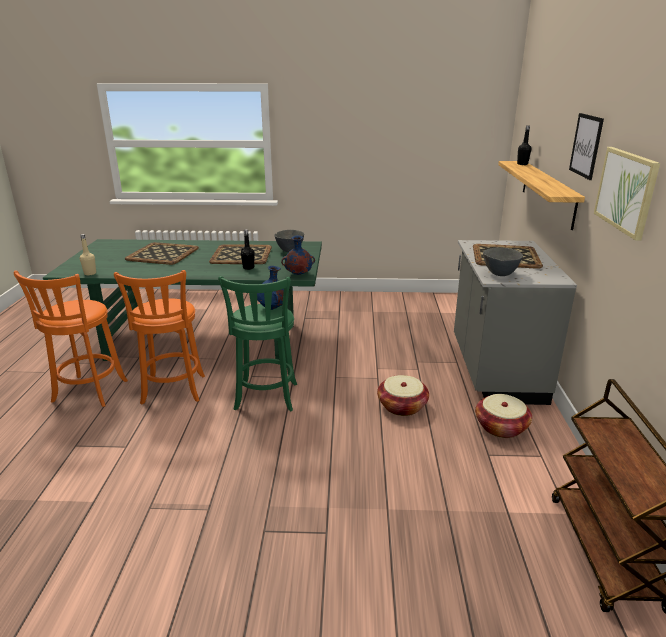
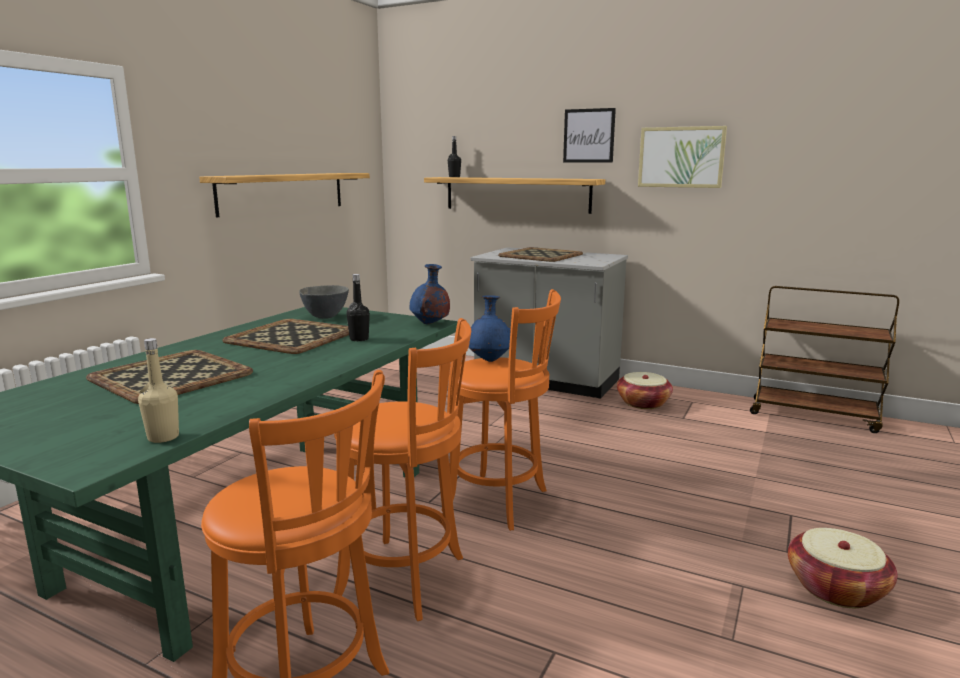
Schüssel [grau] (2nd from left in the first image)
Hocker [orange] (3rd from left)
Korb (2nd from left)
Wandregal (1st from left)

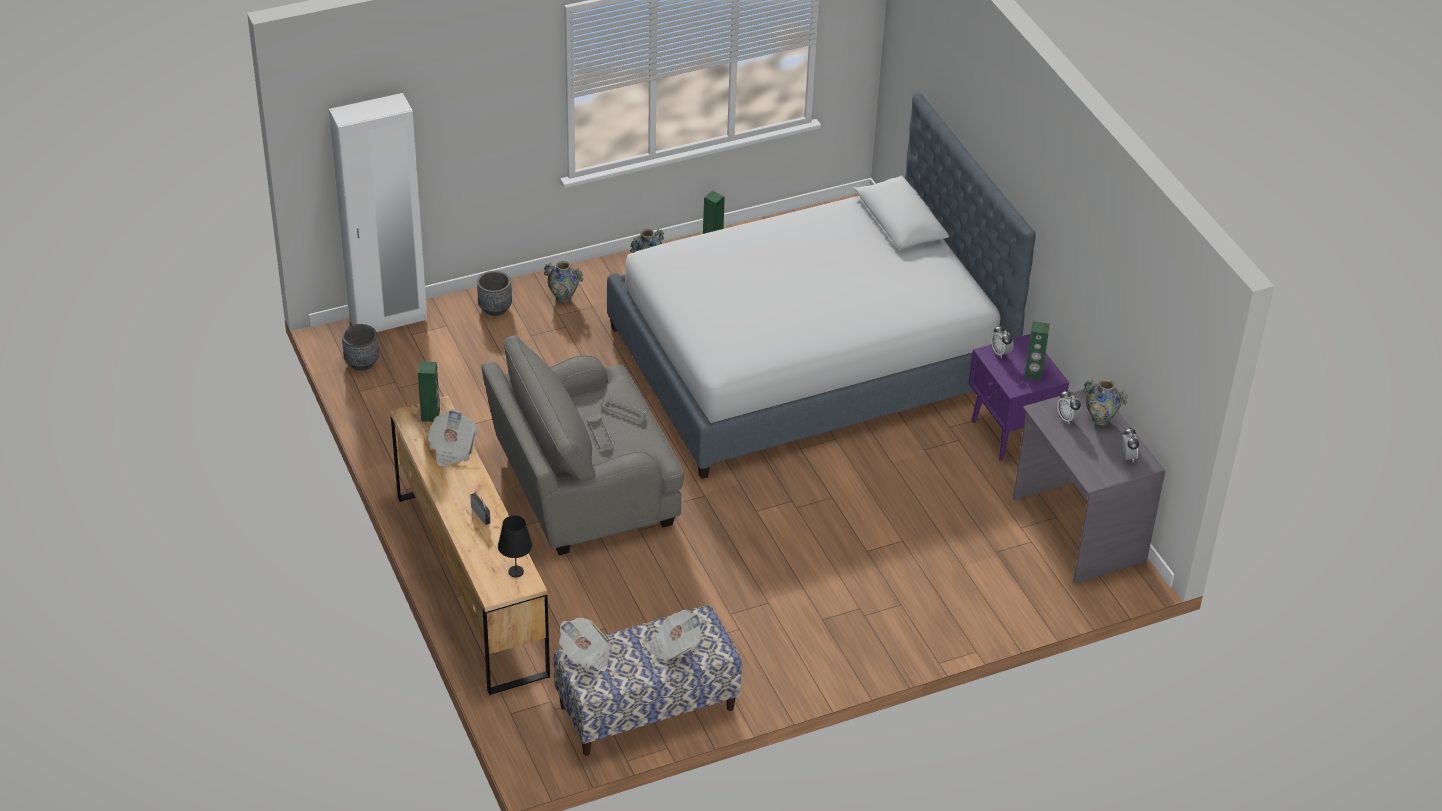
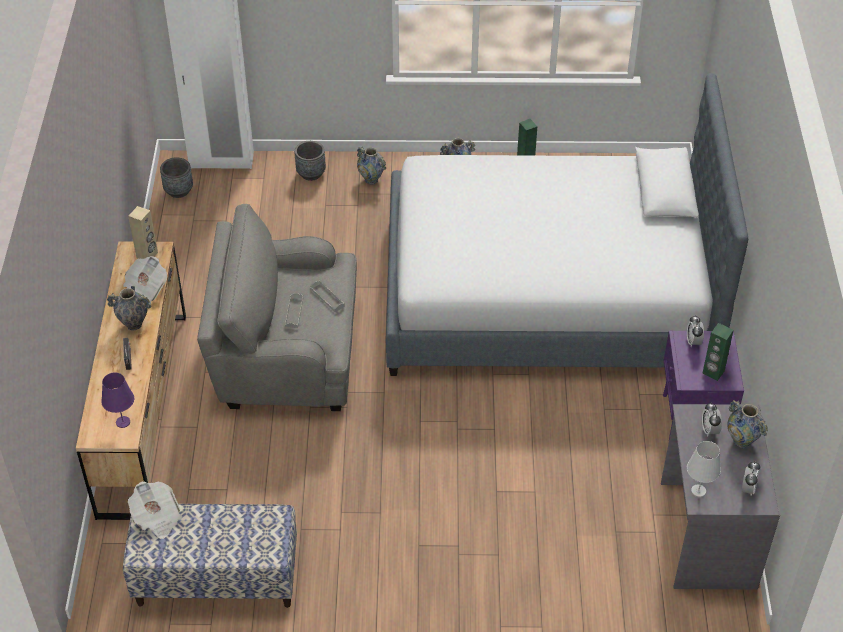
Lautsprecher [beige]
Tischlampe [lila]
Zeitung (3rd from left in the first image)
Vase (1st from left)
Tischlampe [weiß]

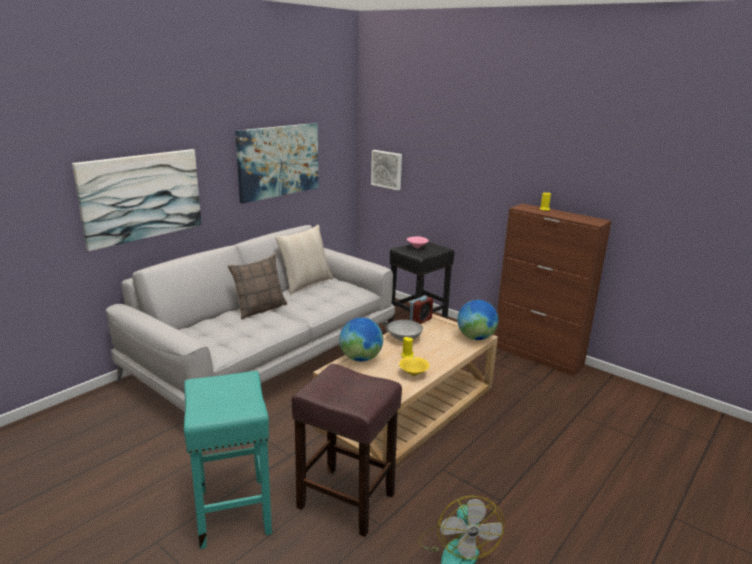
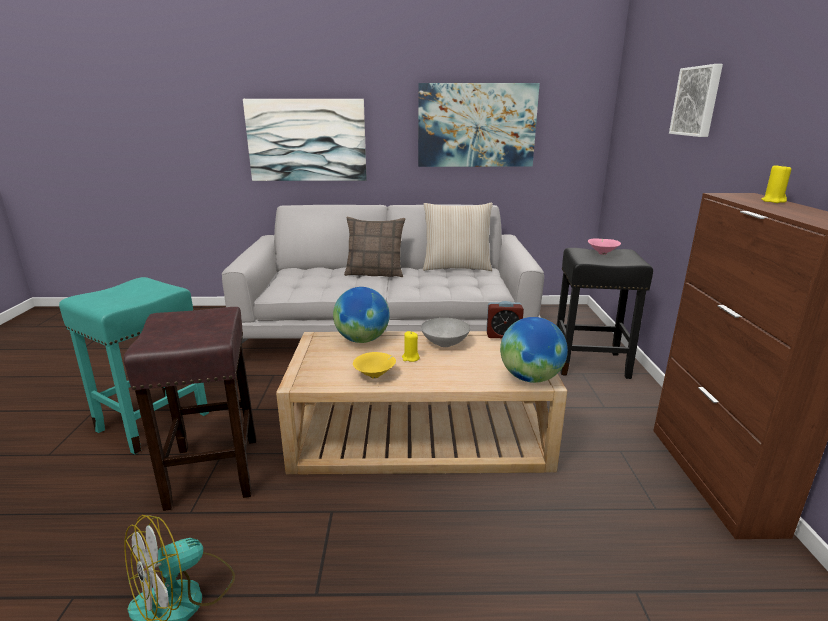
Bild (3rd from left)

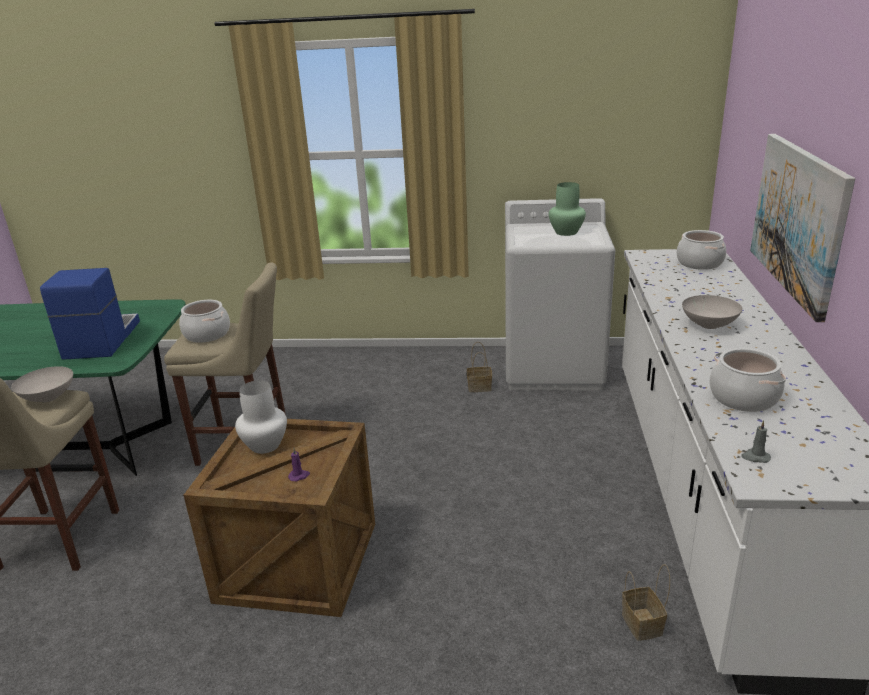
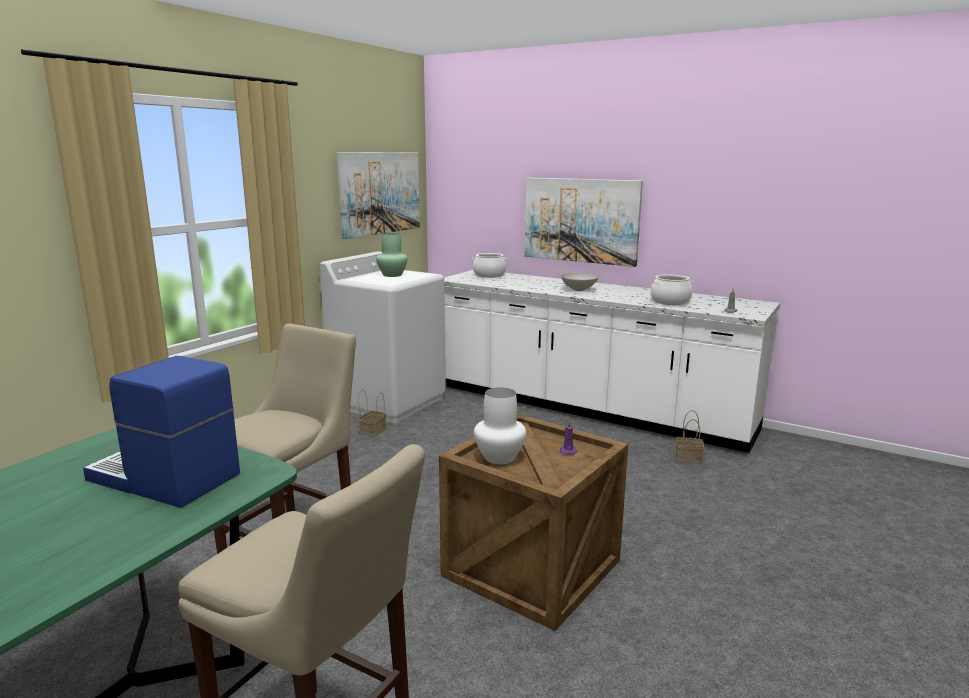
Kochtopf (1st from left in the first image)
Schüssel [weiß] (1st from left in the first image)
Bild (1st from left)

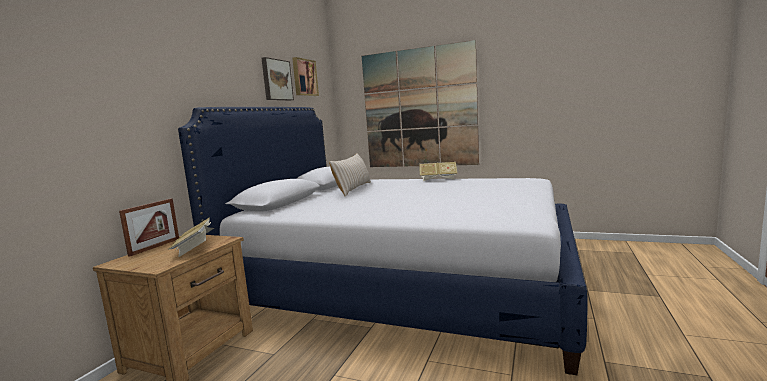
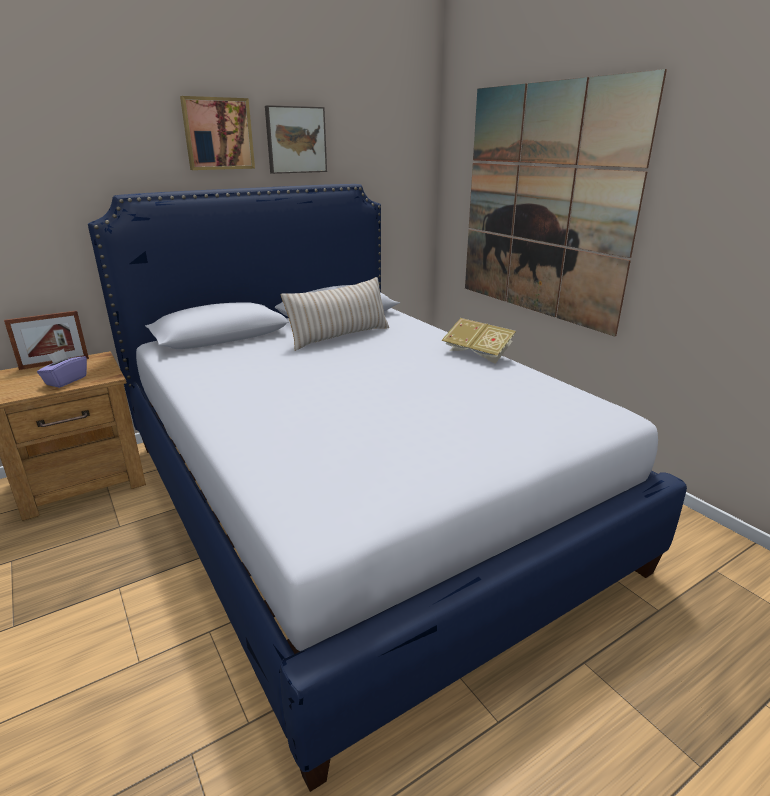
Bild (1st from left)
Taschentuchbox [lila]

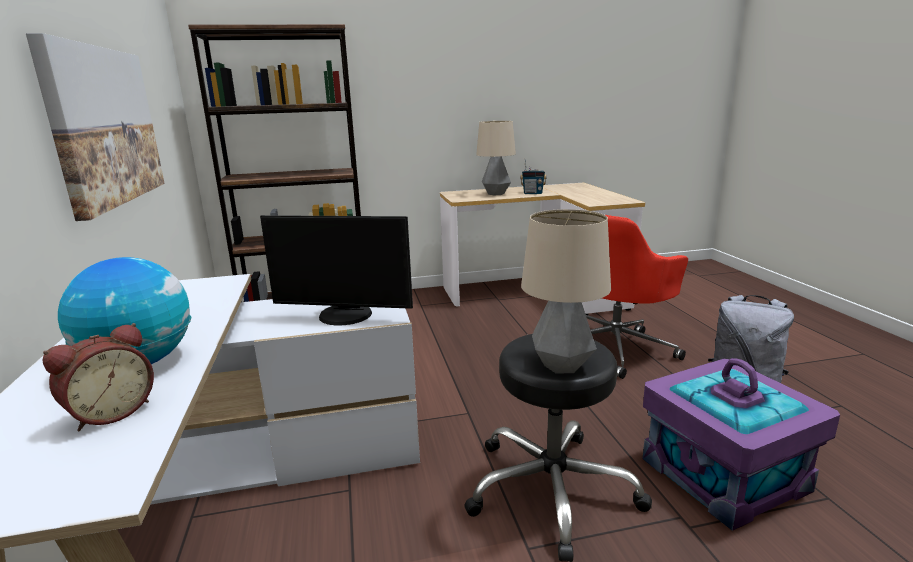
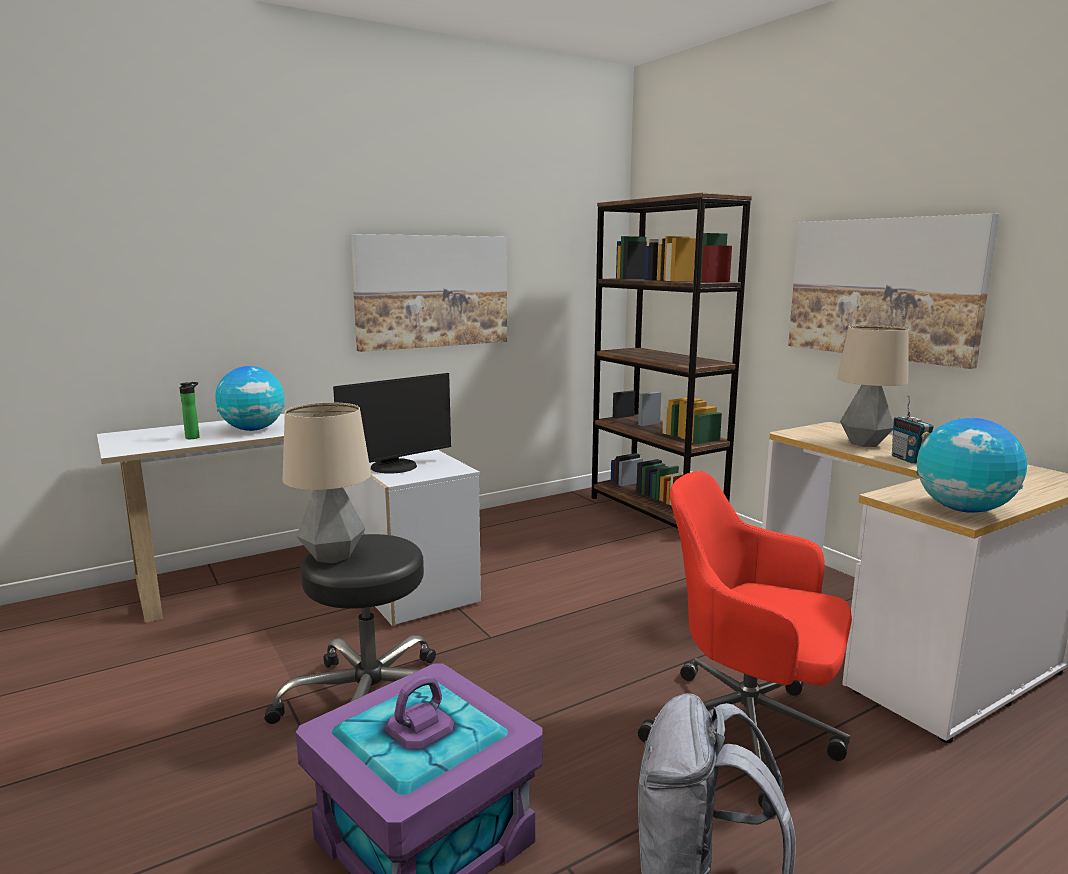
Monitor
Flasche
Bild (2nd from left)
Globus (2nd from left)

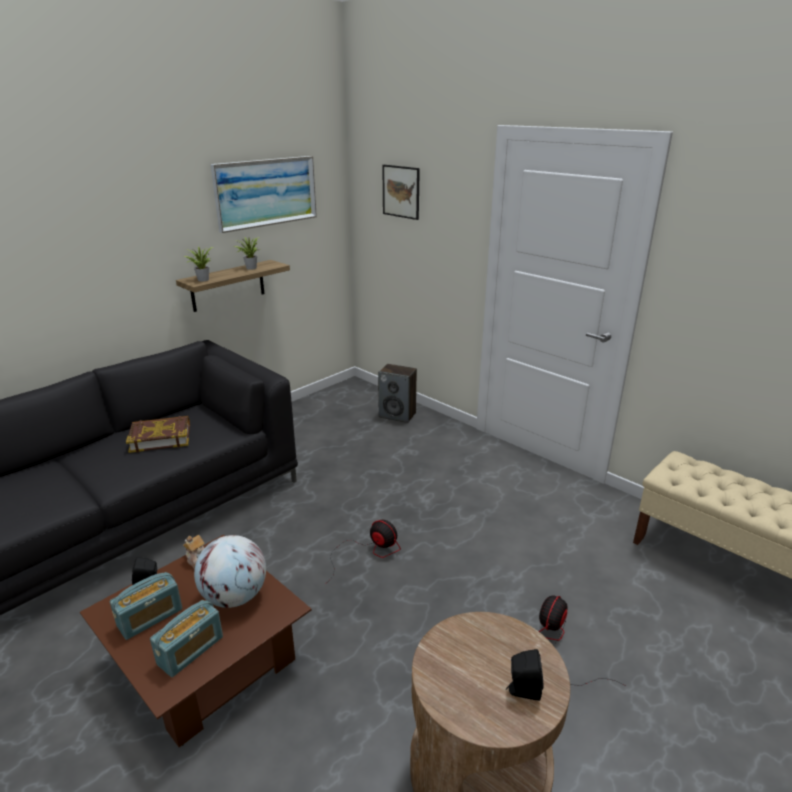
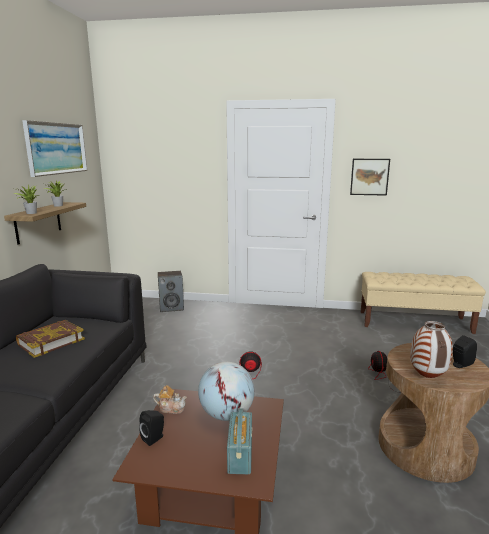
Bild (2nd from left)
Radio (1st from left in the first image)
Vase

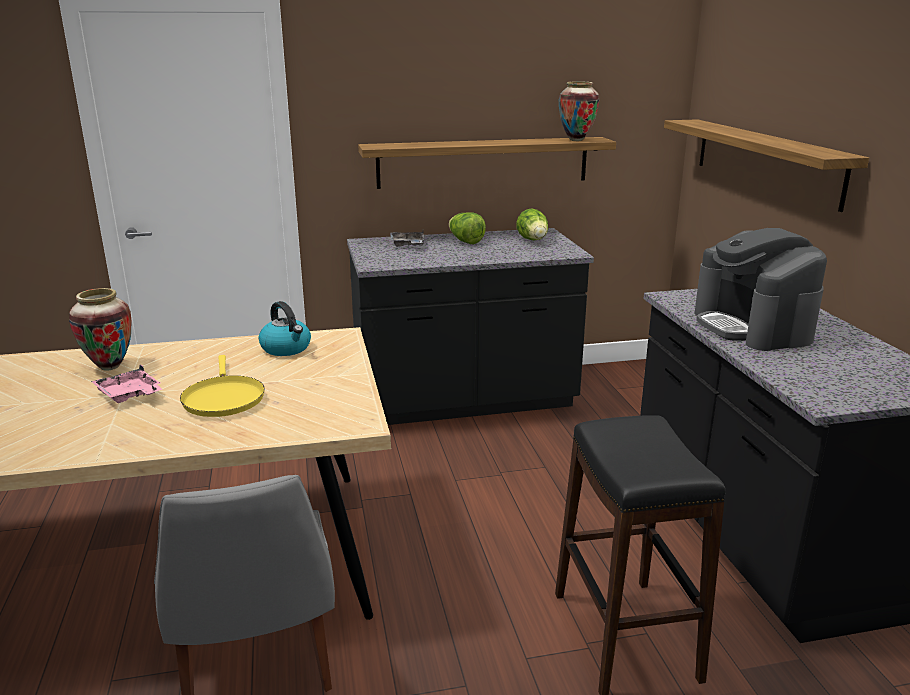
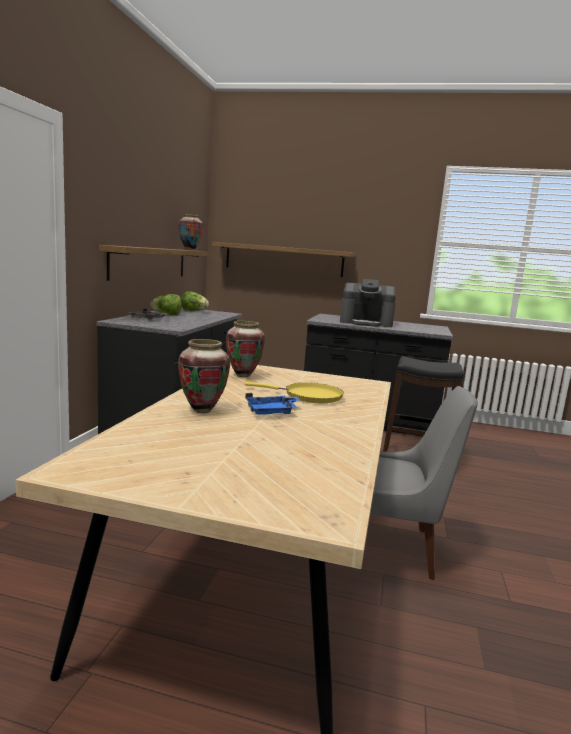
Vase (3rd from left)
Tablett [blau]

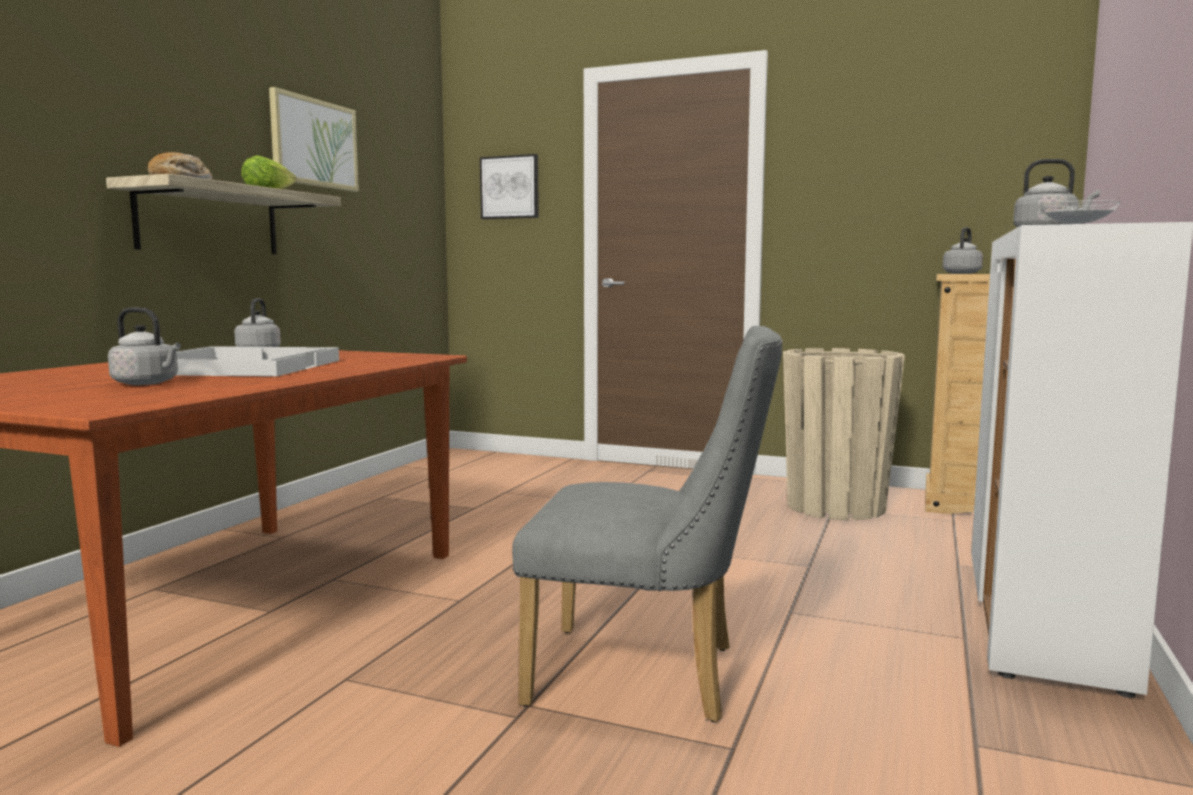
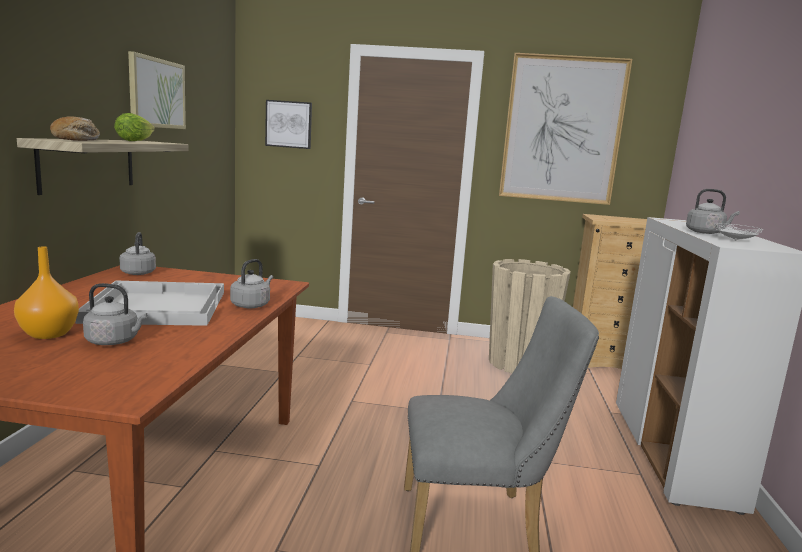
Wasserkessel [grau] (3rd from left)
Bild (3rd from left)
Vase [orange]

